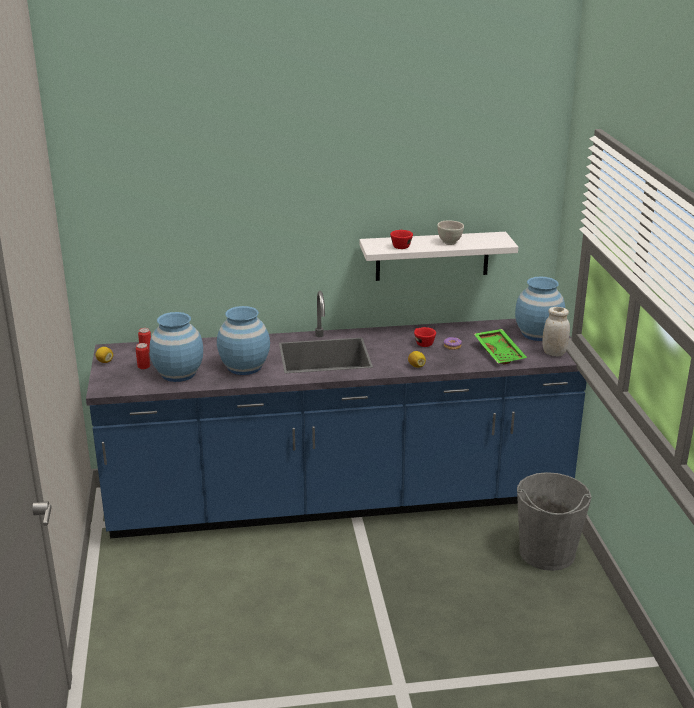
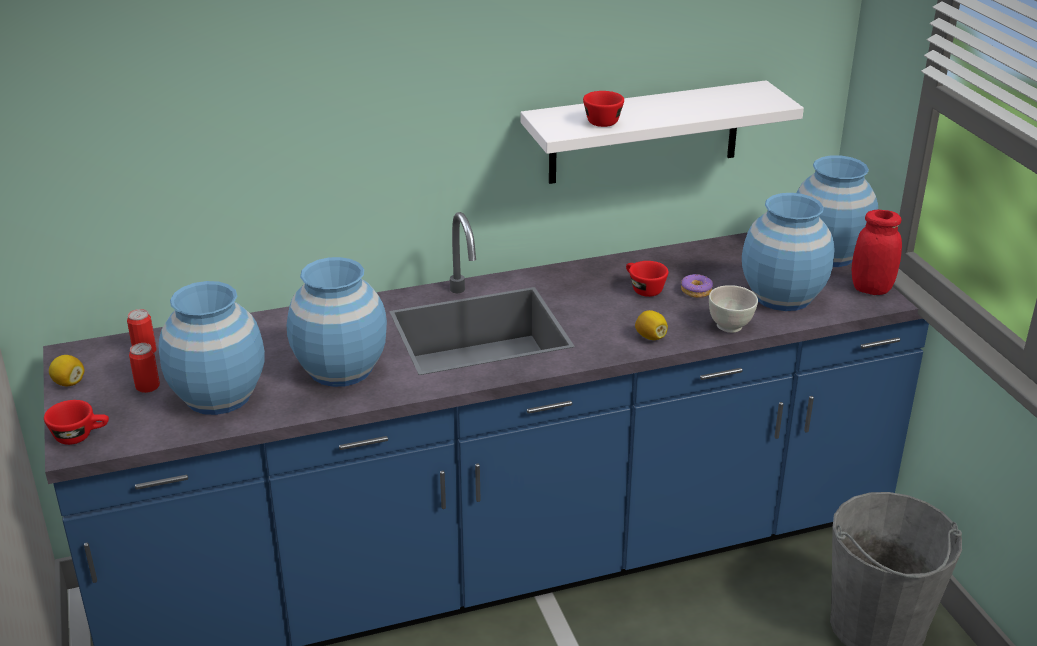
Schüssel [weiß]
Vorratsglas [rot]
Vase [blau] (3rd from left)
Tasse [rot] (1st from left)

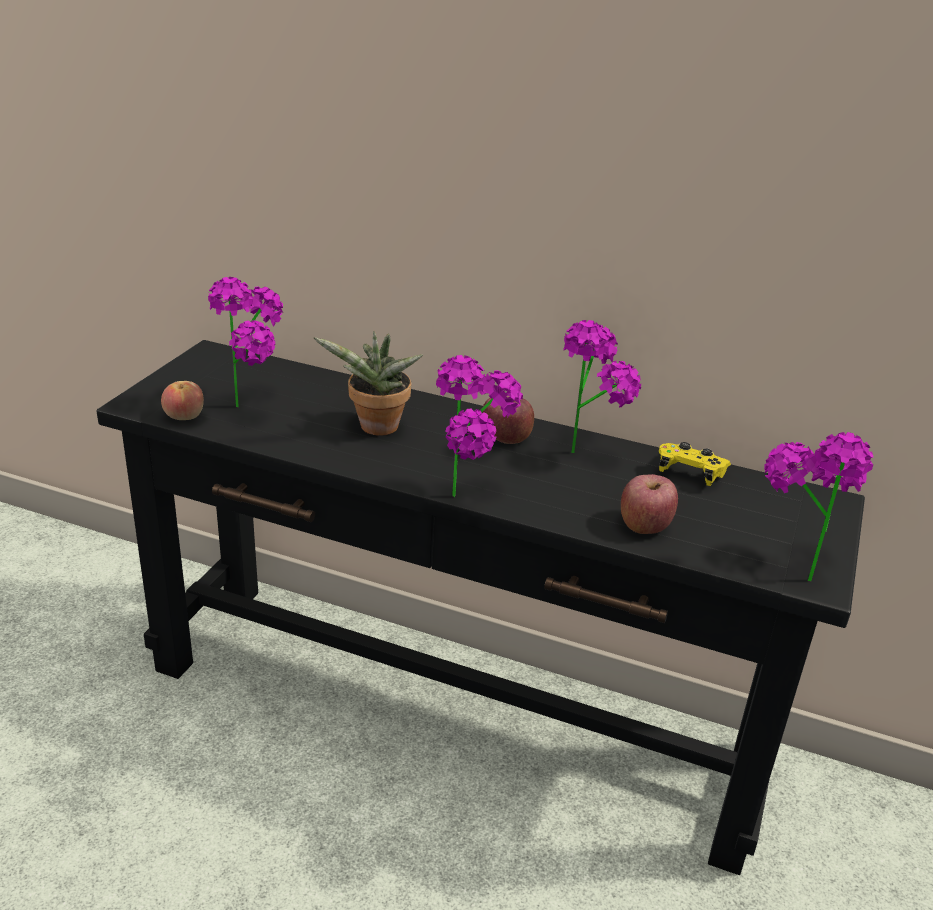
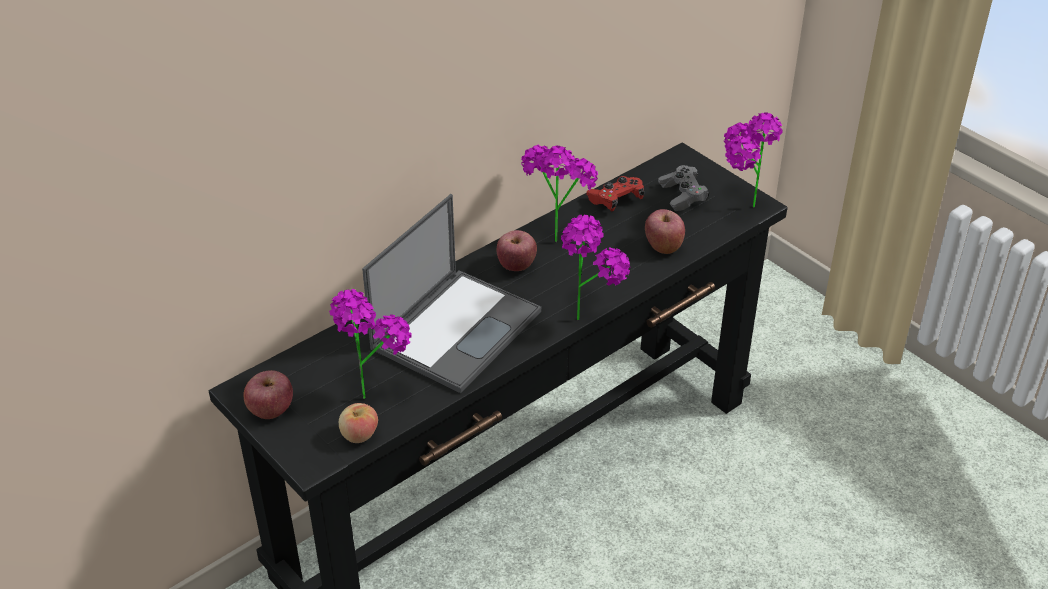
Laptop
Gamepad [rot]
Gamepad [grau]
Apfel (1st from left)

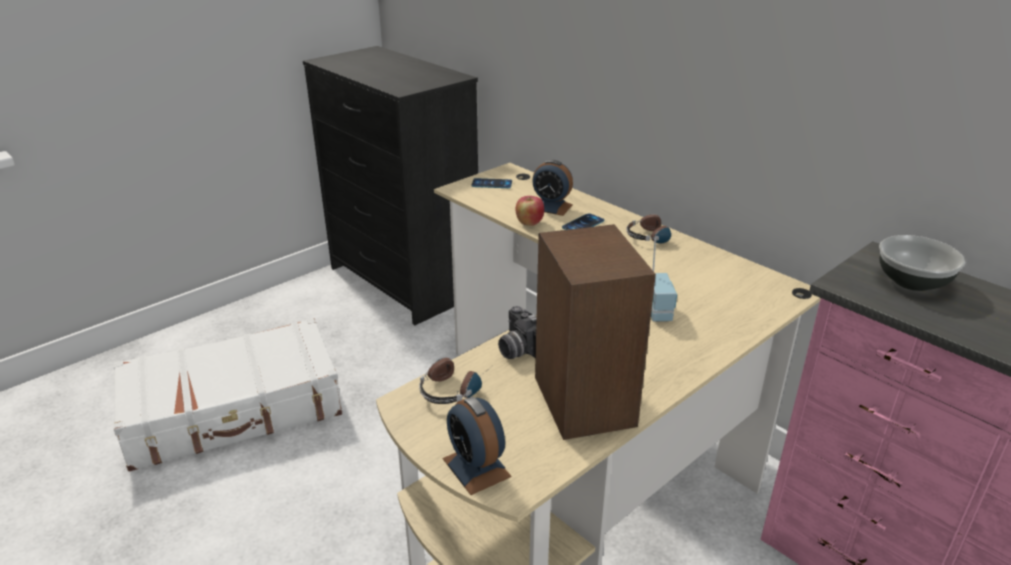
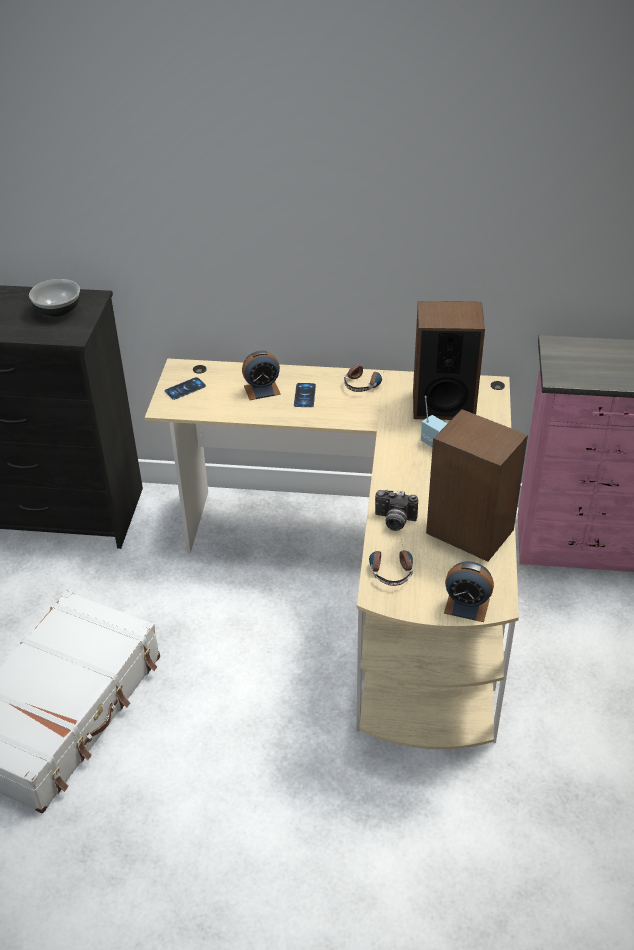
Apfel
Schüssel
Lautsprecher (1st from left)

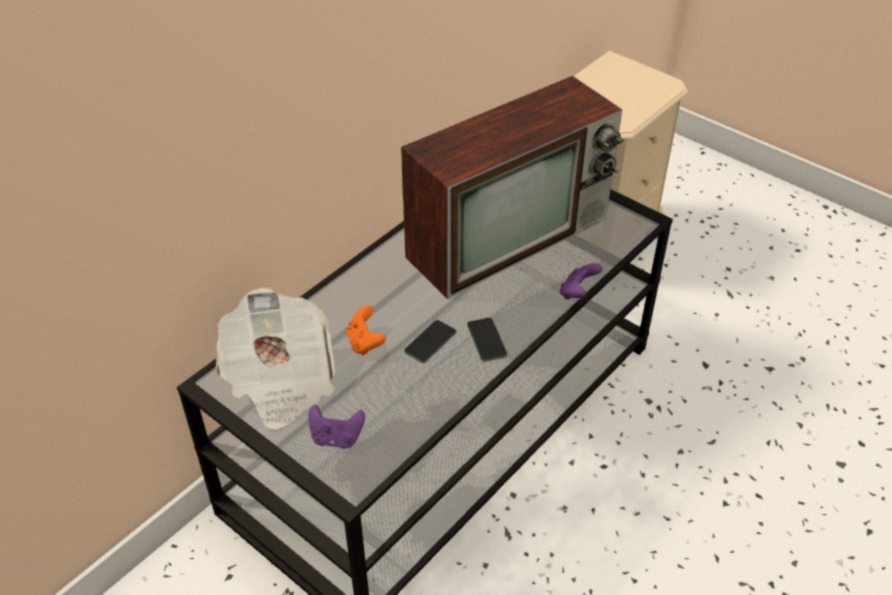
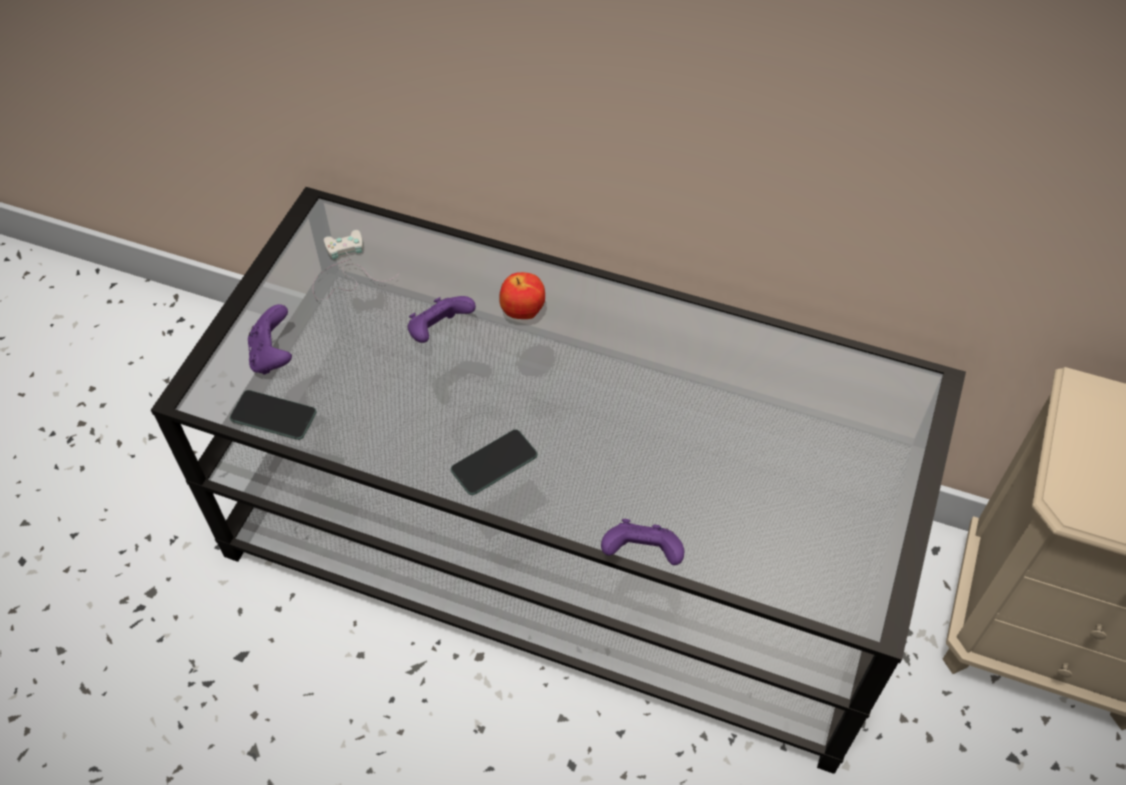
Fernseher
Gamepad [weiß]
Gamepad [lila] (2nd from left)
Handy (1st from left)
Apfel

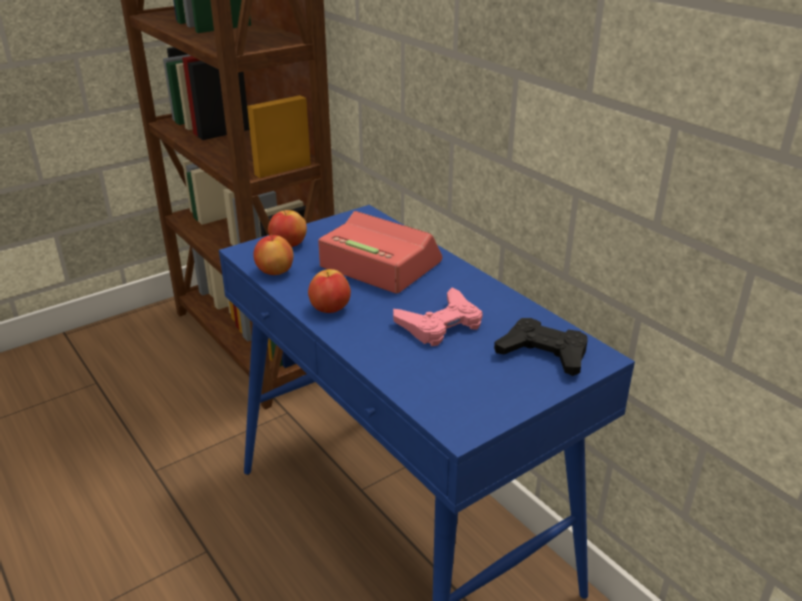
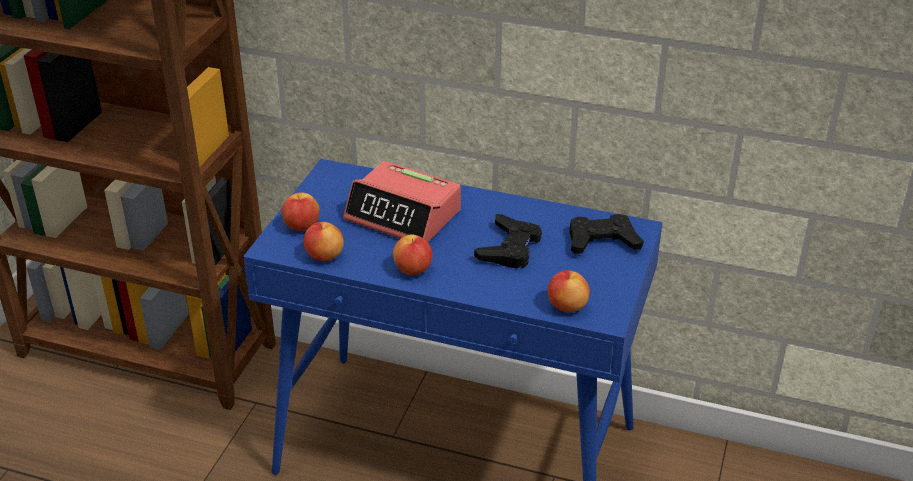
Wecker
Gamepad [schwarz] (1st from left)
Apfel (4th from left)

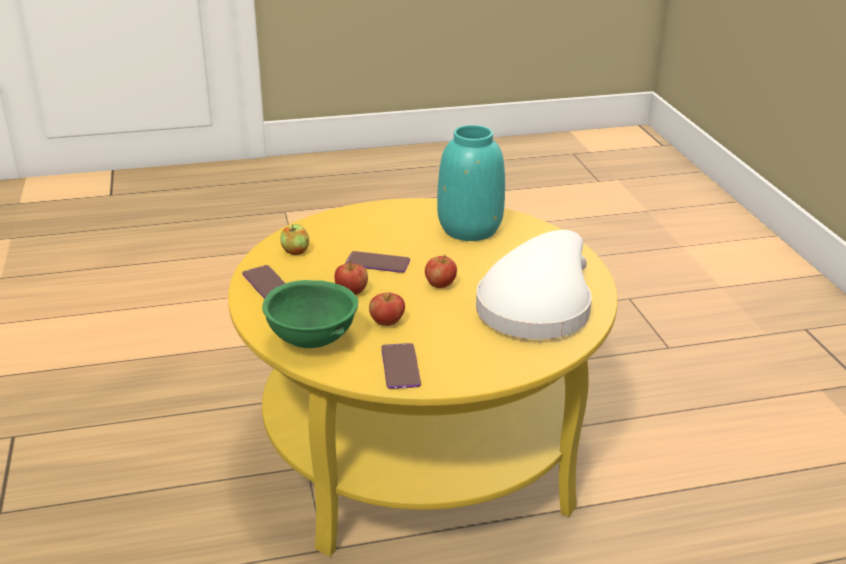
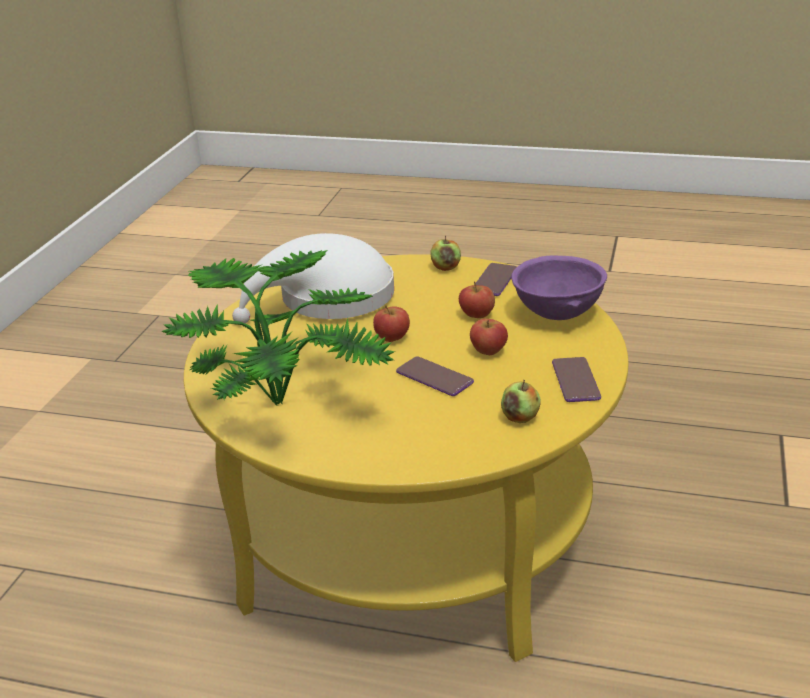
Topfpflanze
Schüssel [lila]
Apfel (2nd from left)

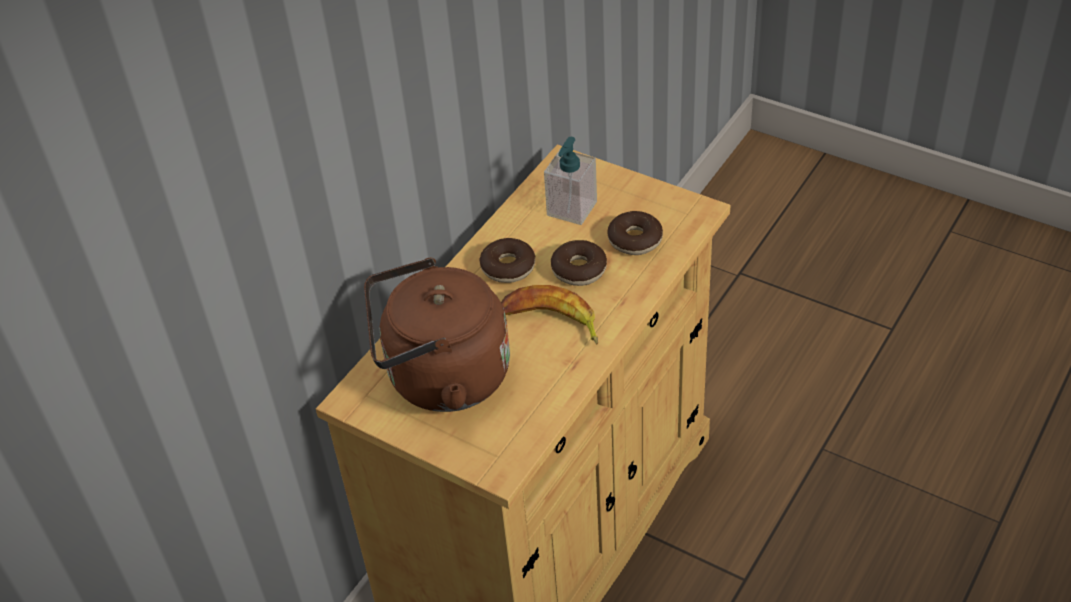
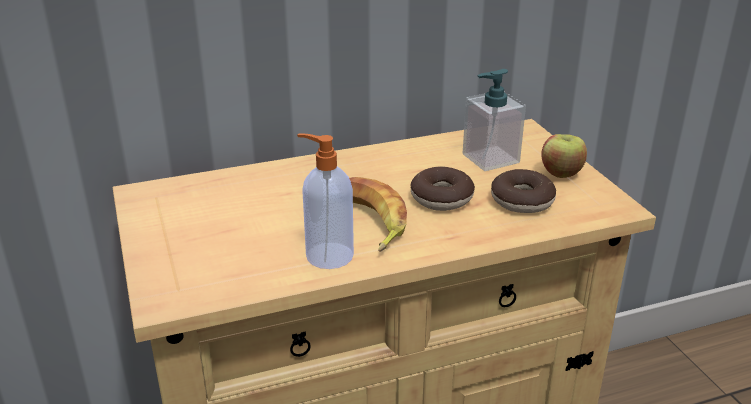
Donut (1st from left in the first image)
Wasserkessel [braun]
Seifenspender (1st from left)
Apfel

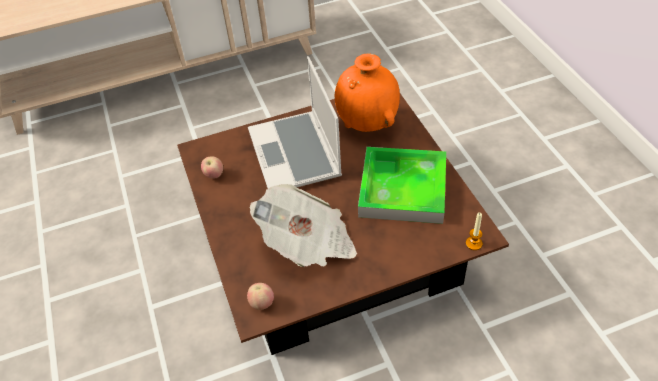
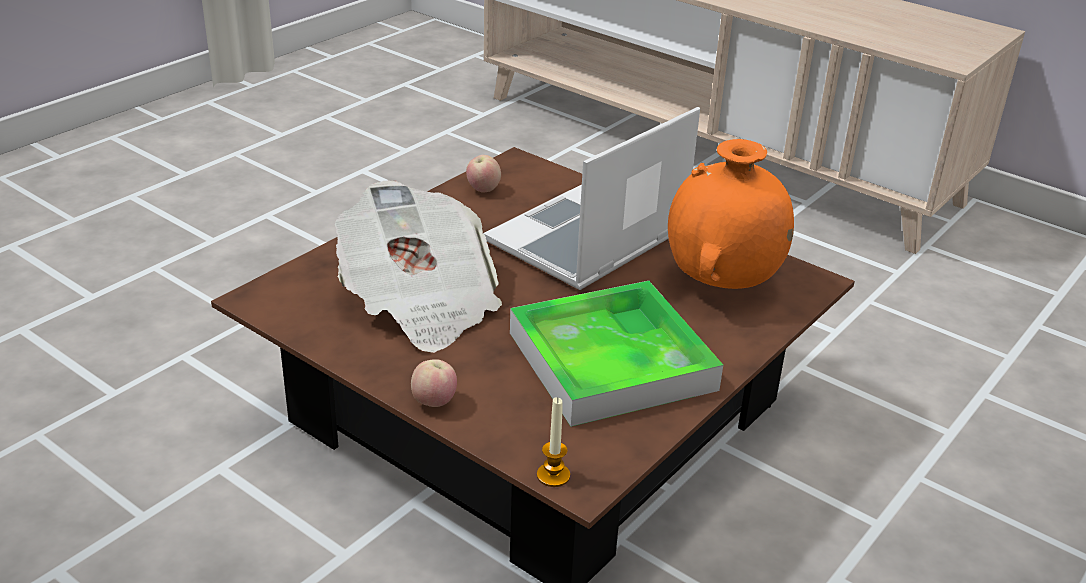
Apfel (1st from left)

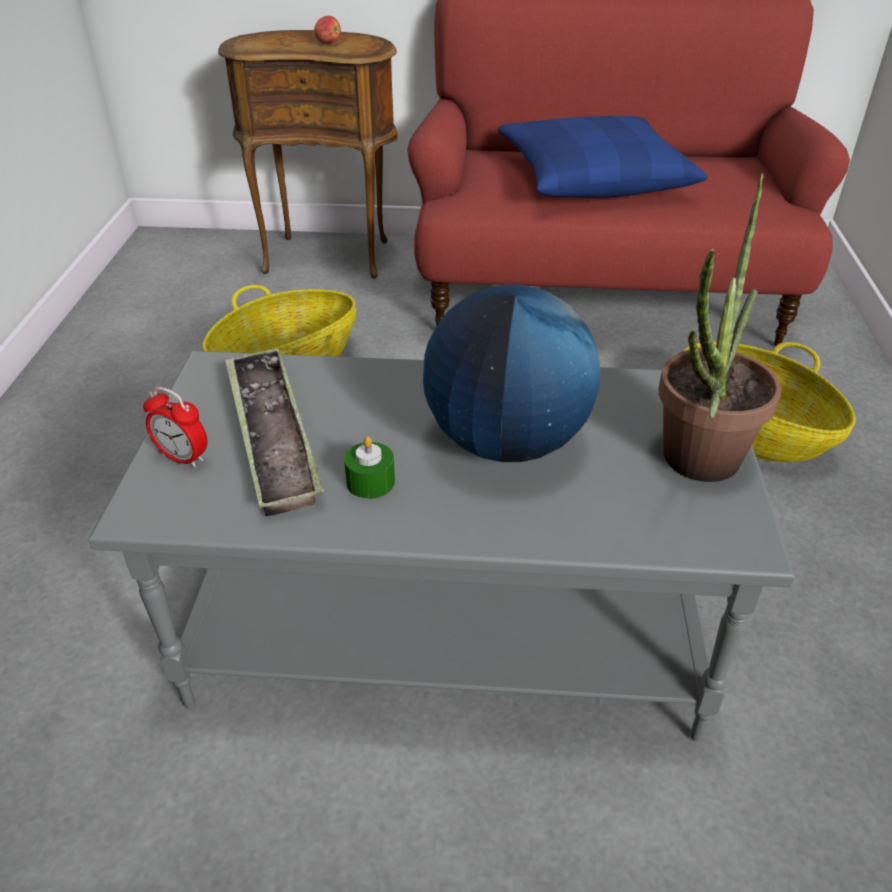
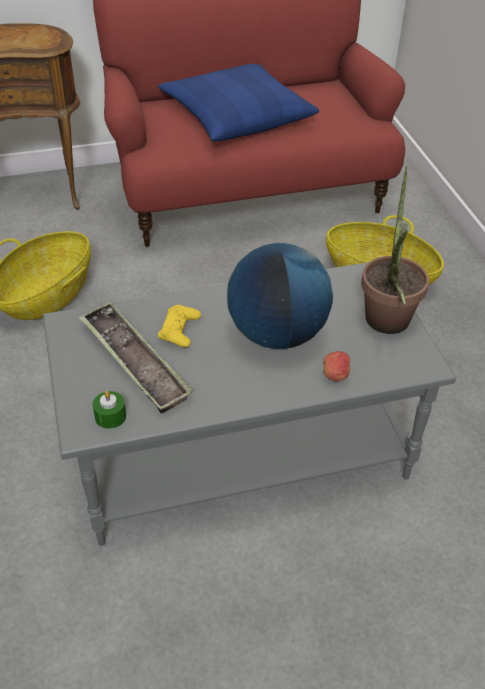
Apfel
Wecker
Kerze [grün]
Gamepad [gelb]

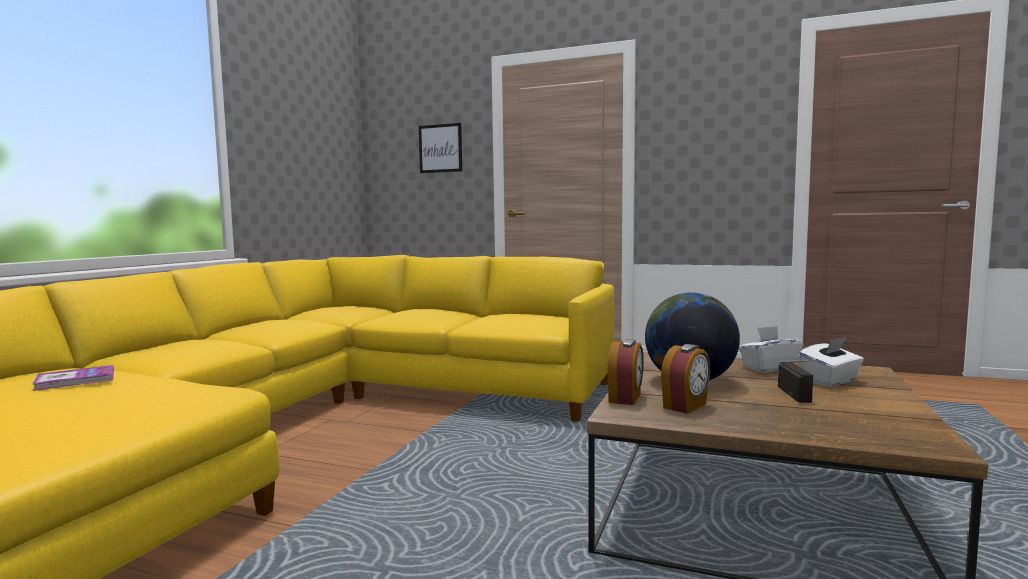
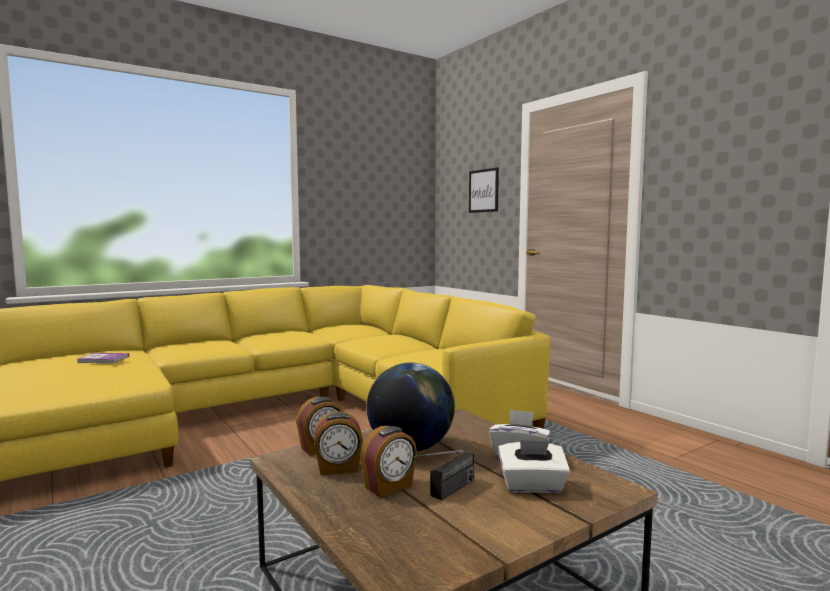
Wecker (3rd from left)

